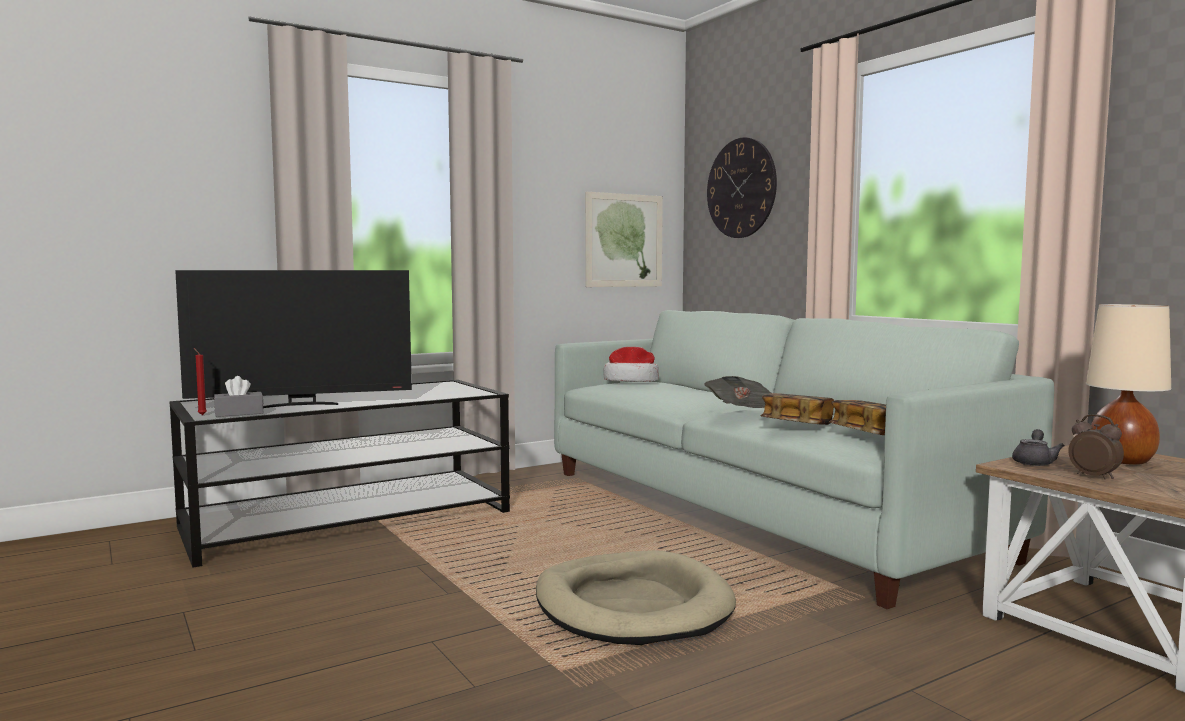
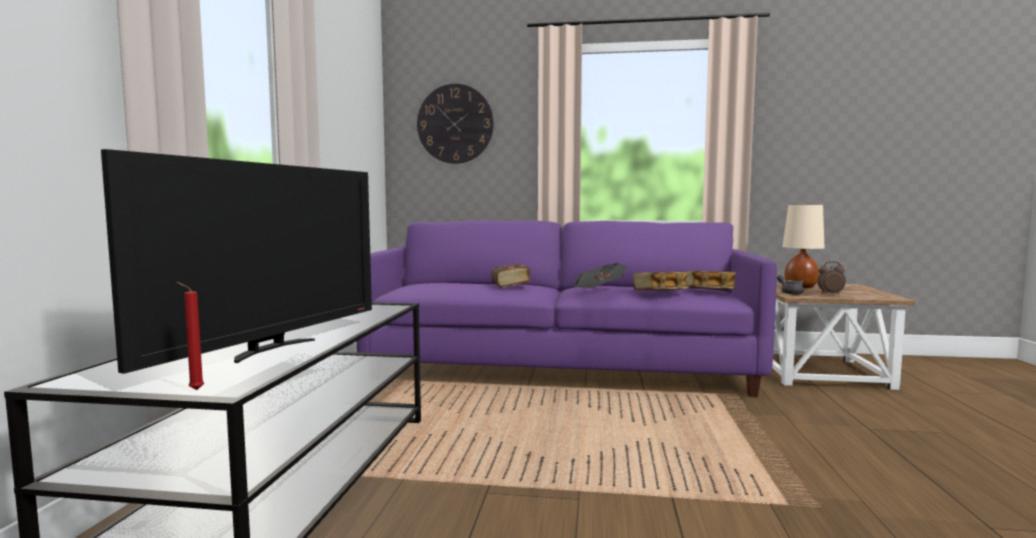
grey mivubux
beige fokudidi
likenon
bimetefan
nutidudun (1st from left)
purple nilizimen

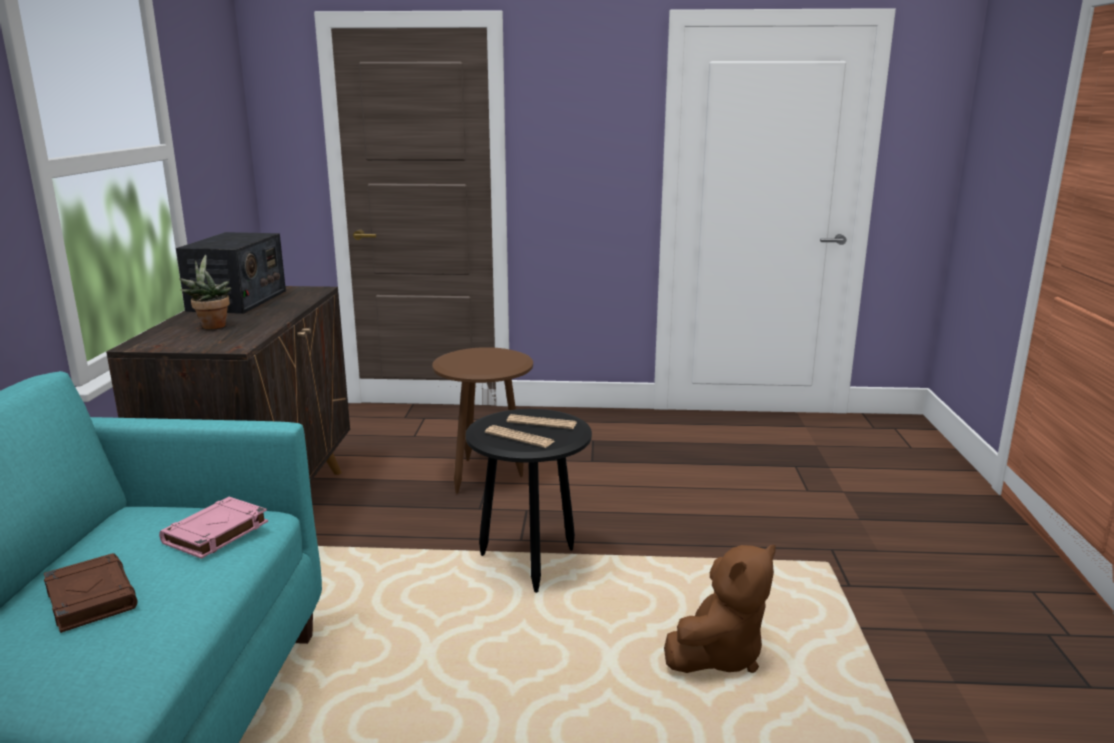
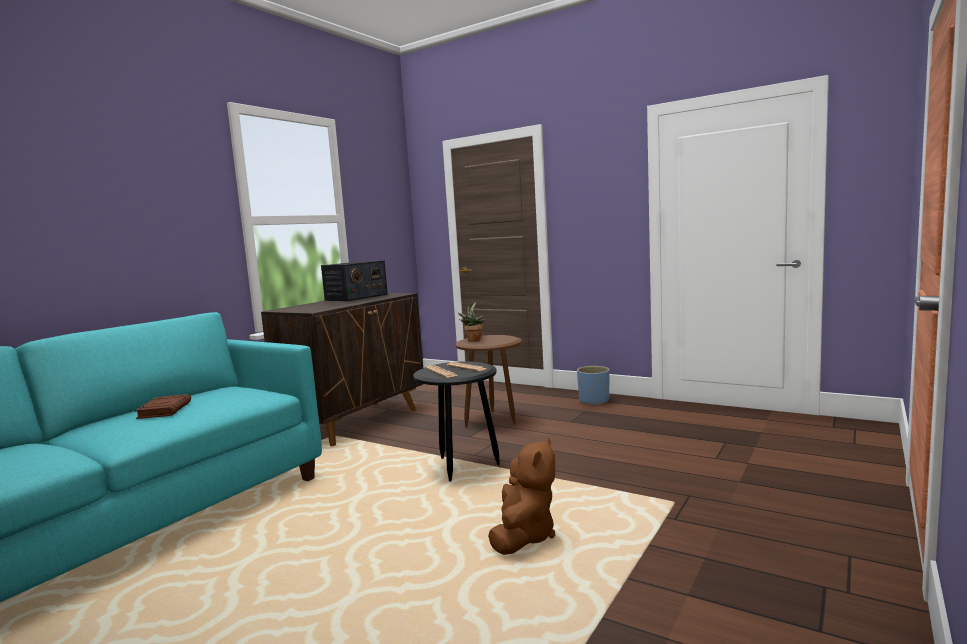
pink nutidudun
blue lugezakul
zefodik
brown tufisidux

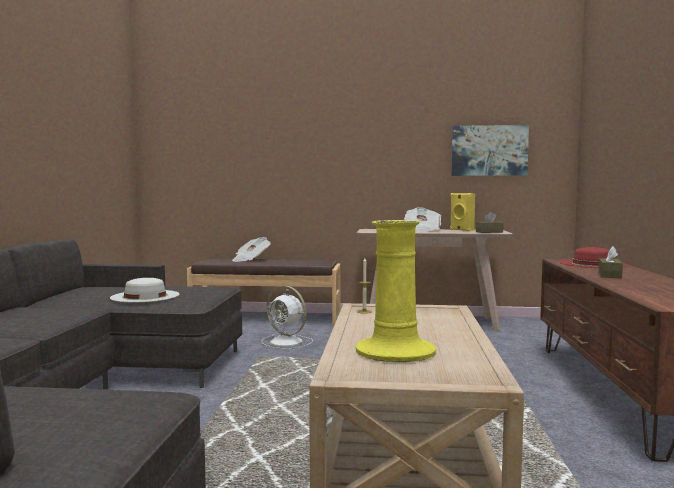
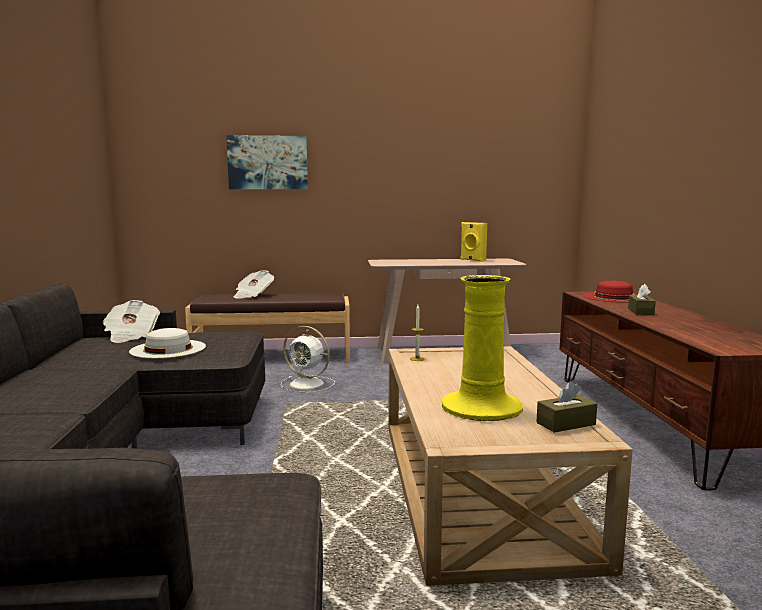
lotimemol (1st from left)
likenon
brown mivubux (1st from left)

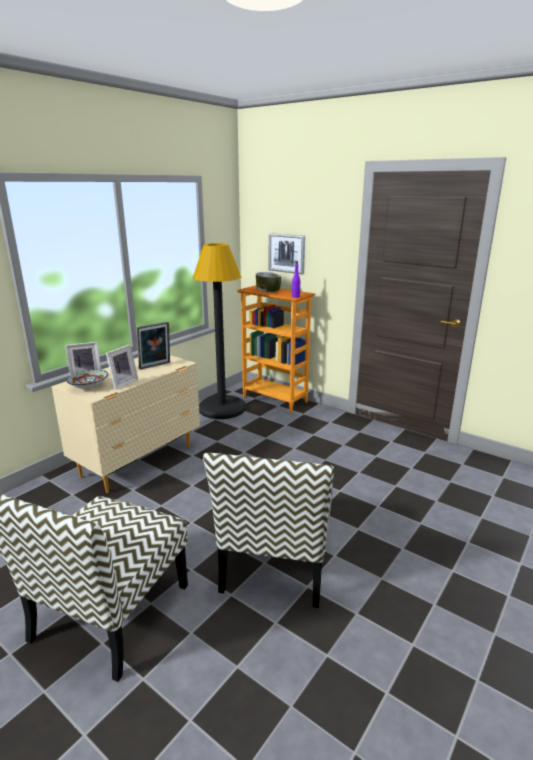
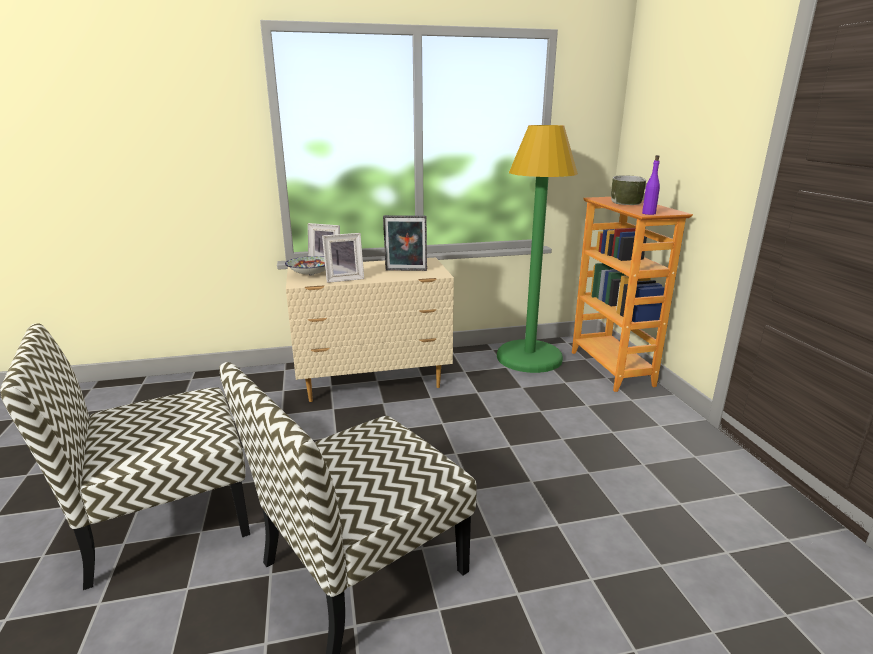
likenon
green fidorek

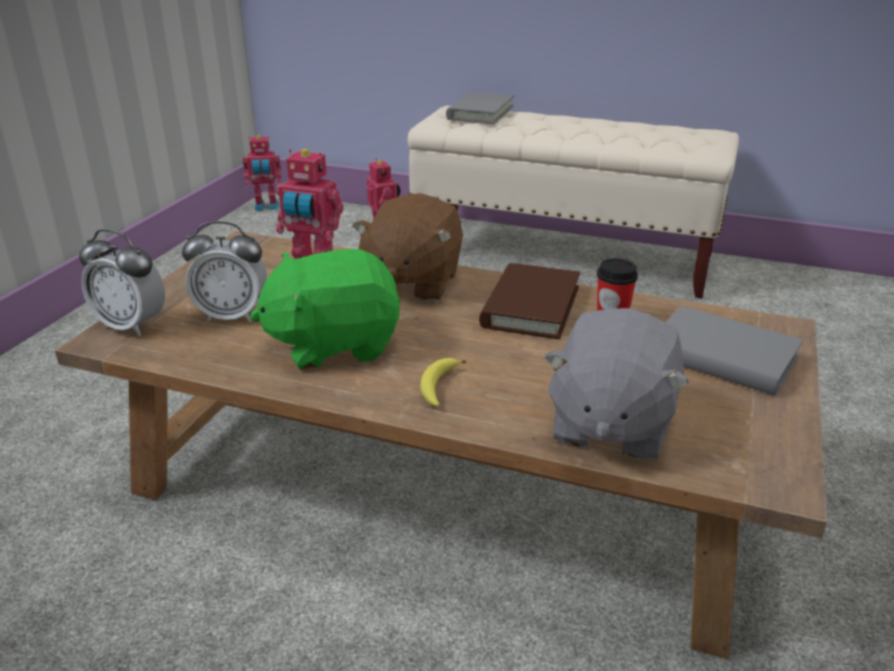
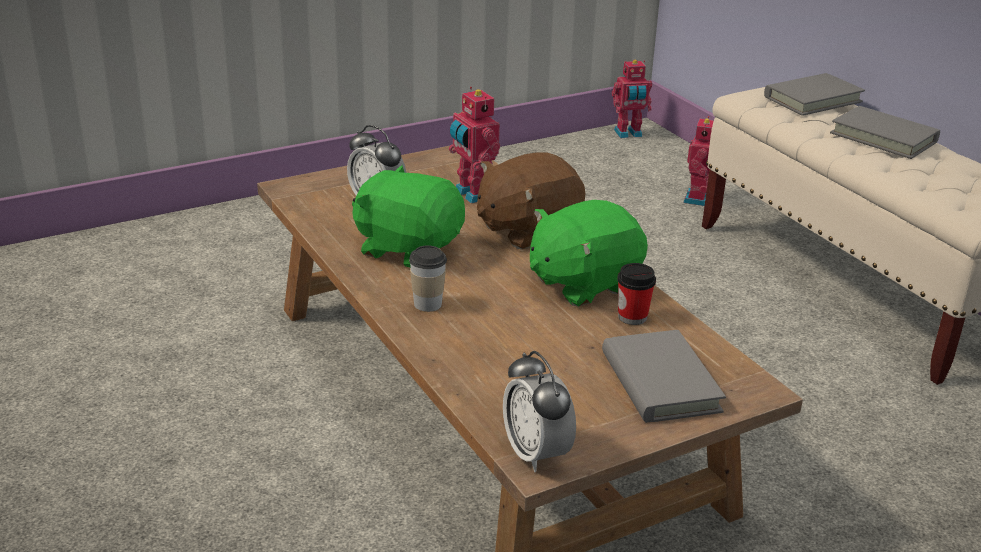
grey tufisidux
grey nutidudun (3rd from left)
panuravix (2nd from left)
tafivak (1st from left)
green tufisidux (2nd from left)
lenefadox (2nd from left)

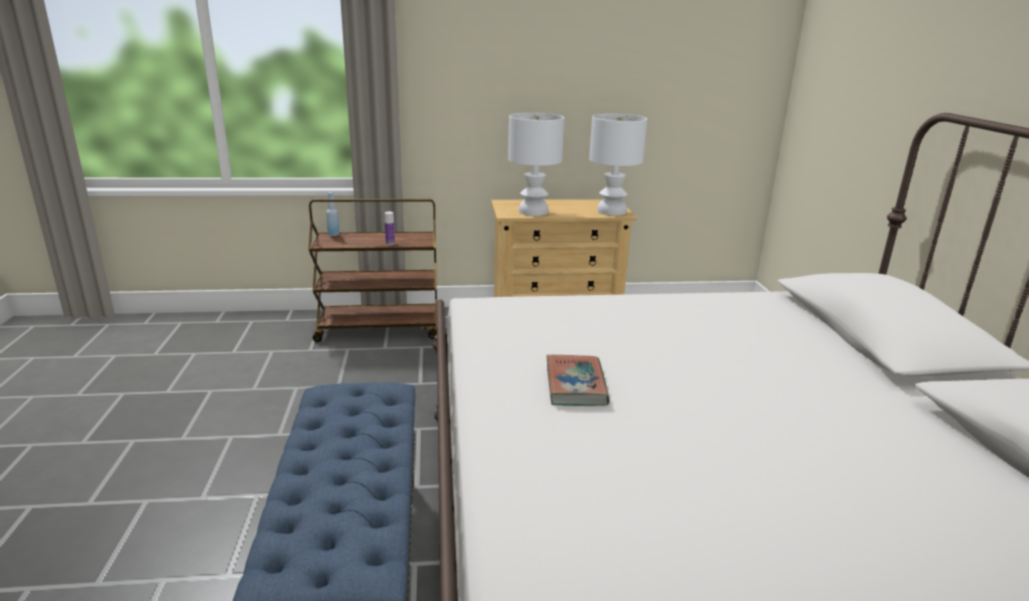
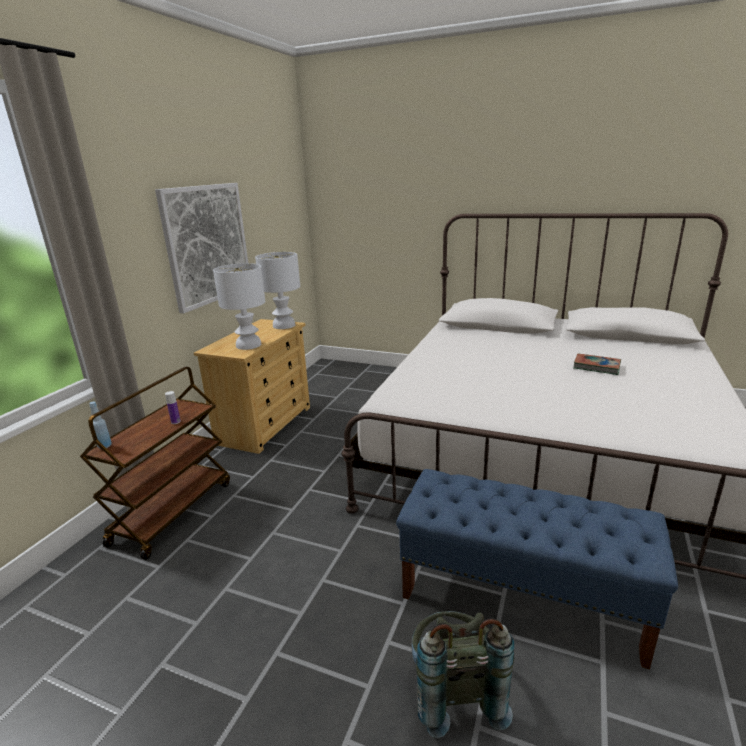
likenon
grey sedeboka
nutidudun

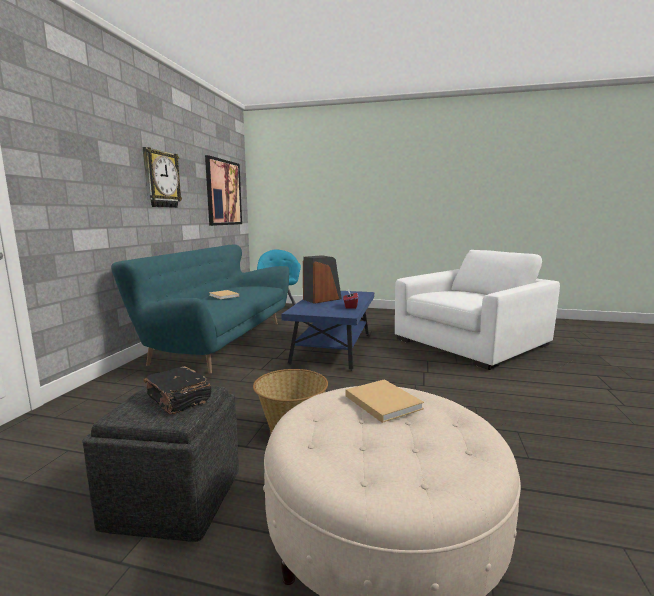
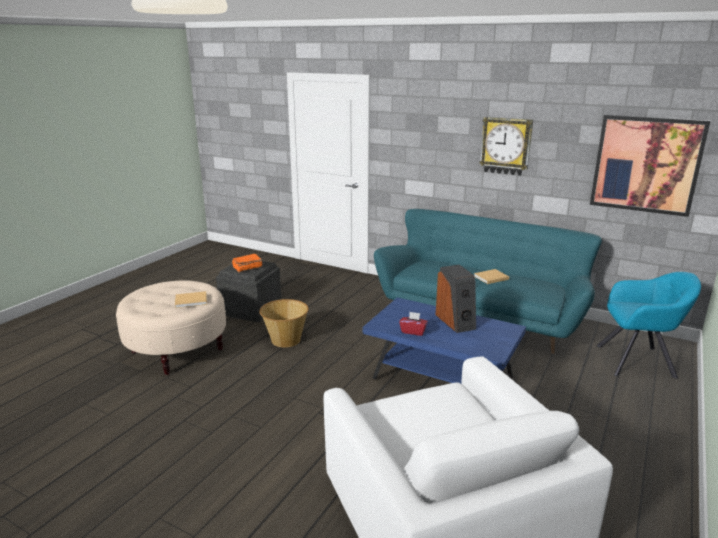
orange nutidudun

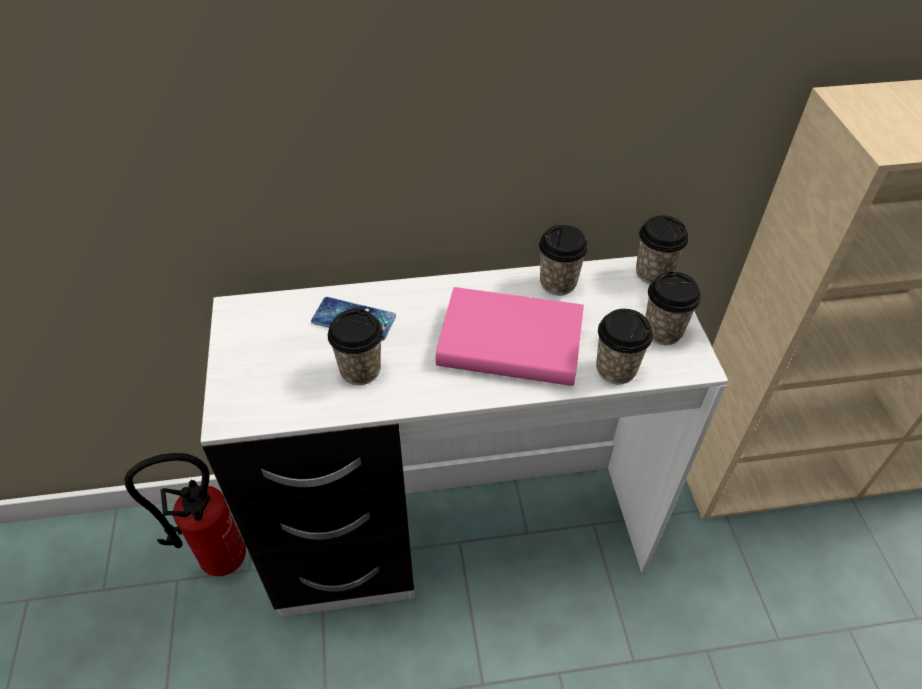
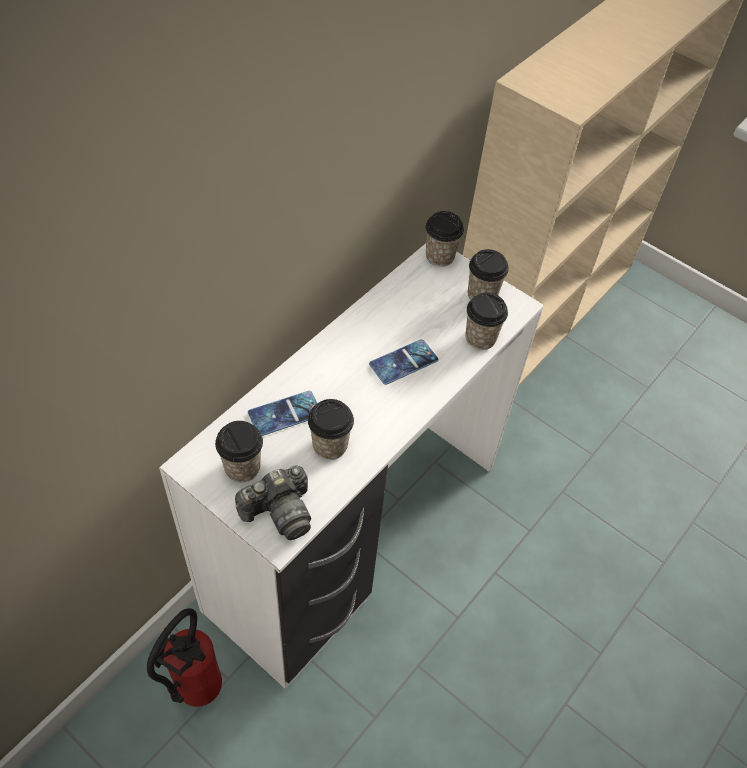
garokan
tafivak (1st from left)
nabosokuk (2nd from left)

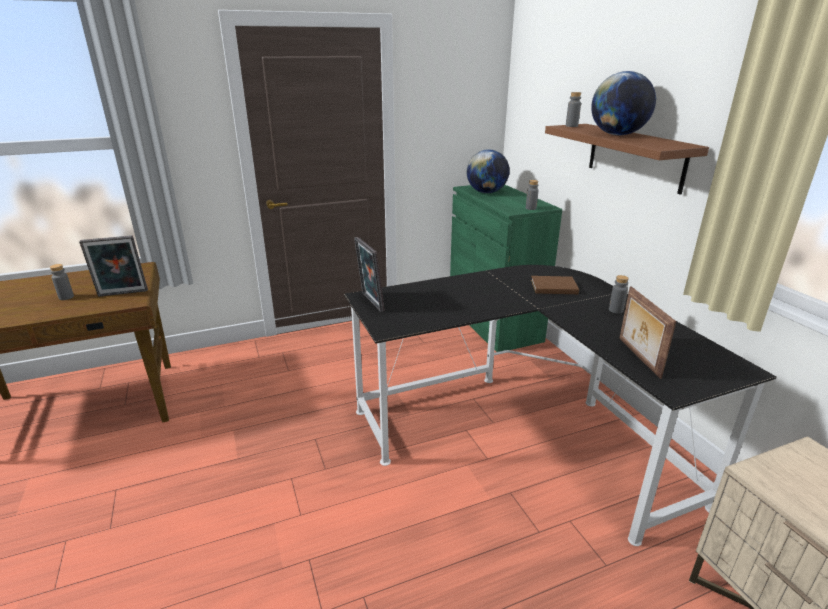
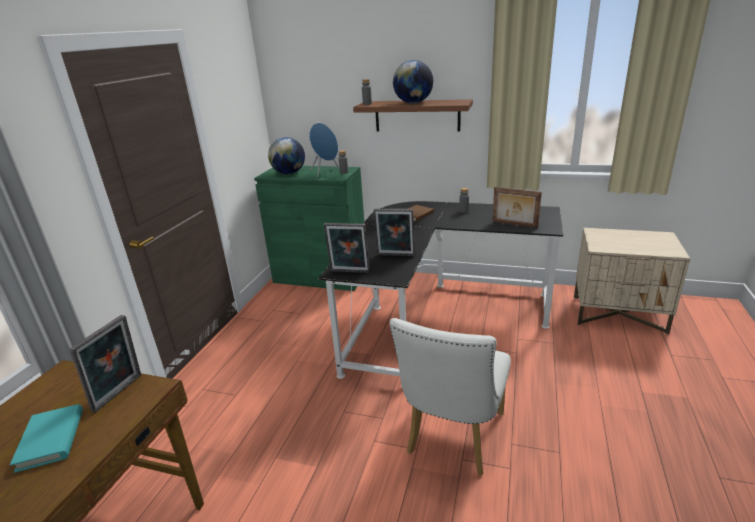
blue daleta
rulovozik (3rd from left)
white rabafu
turquoise nutidudun

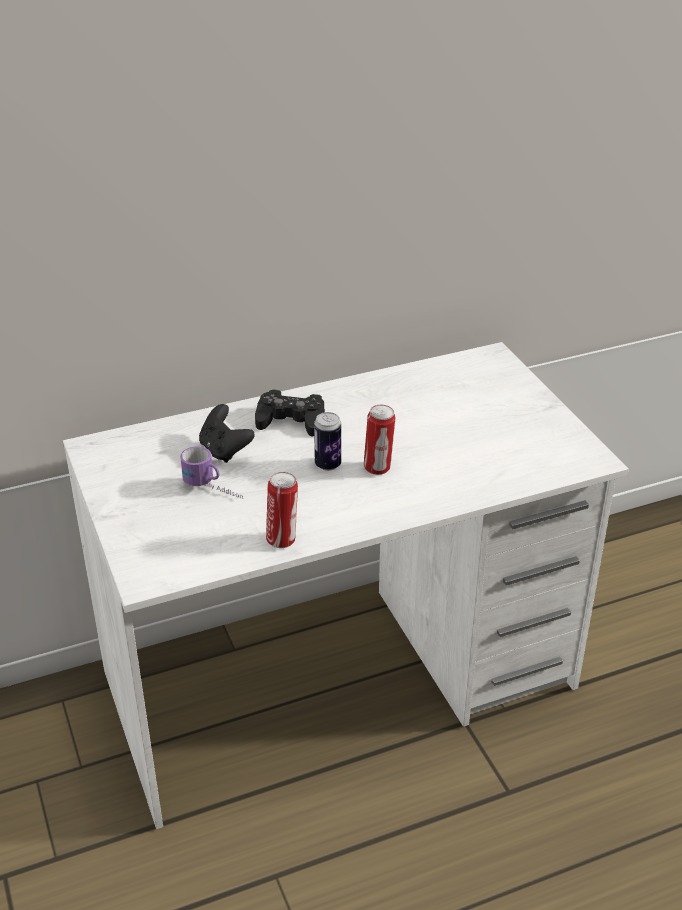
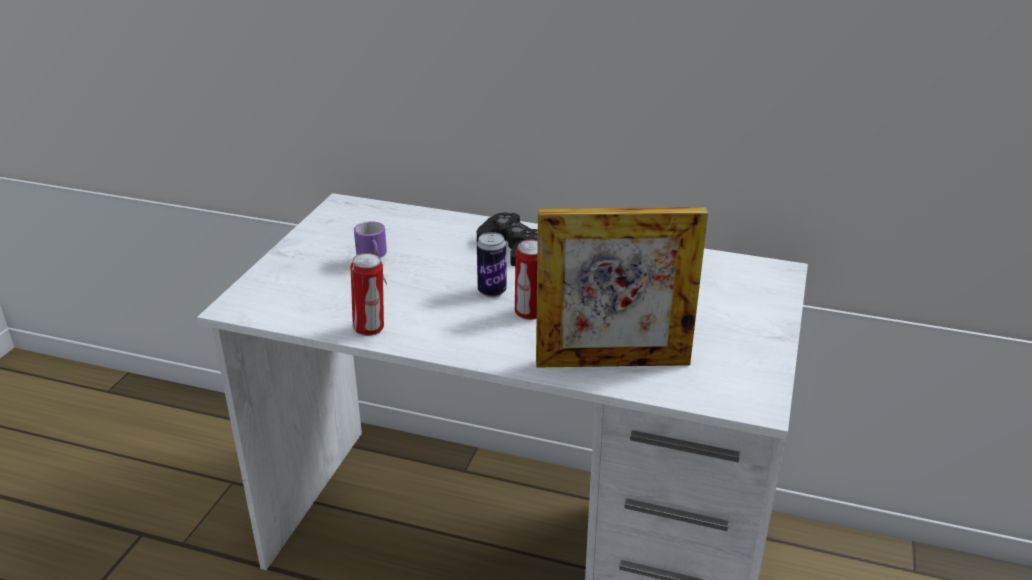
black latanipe (1st from left in the first image)
rulovozik

